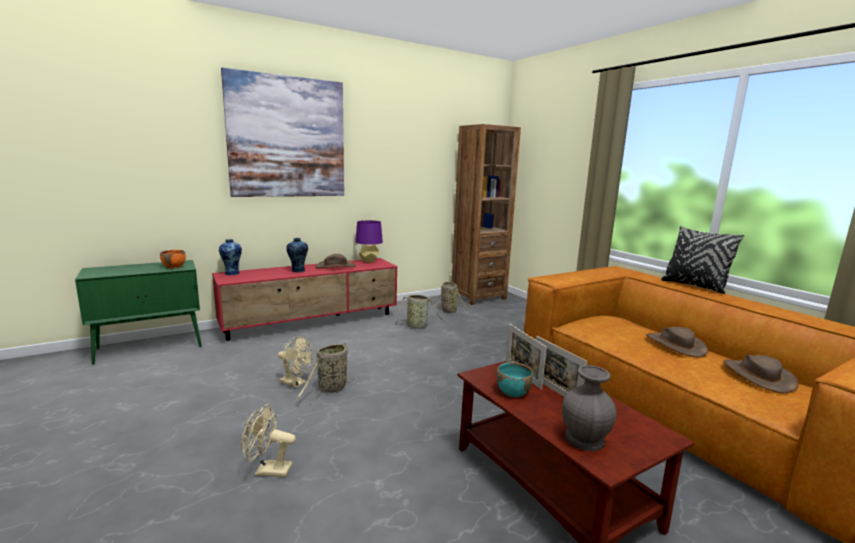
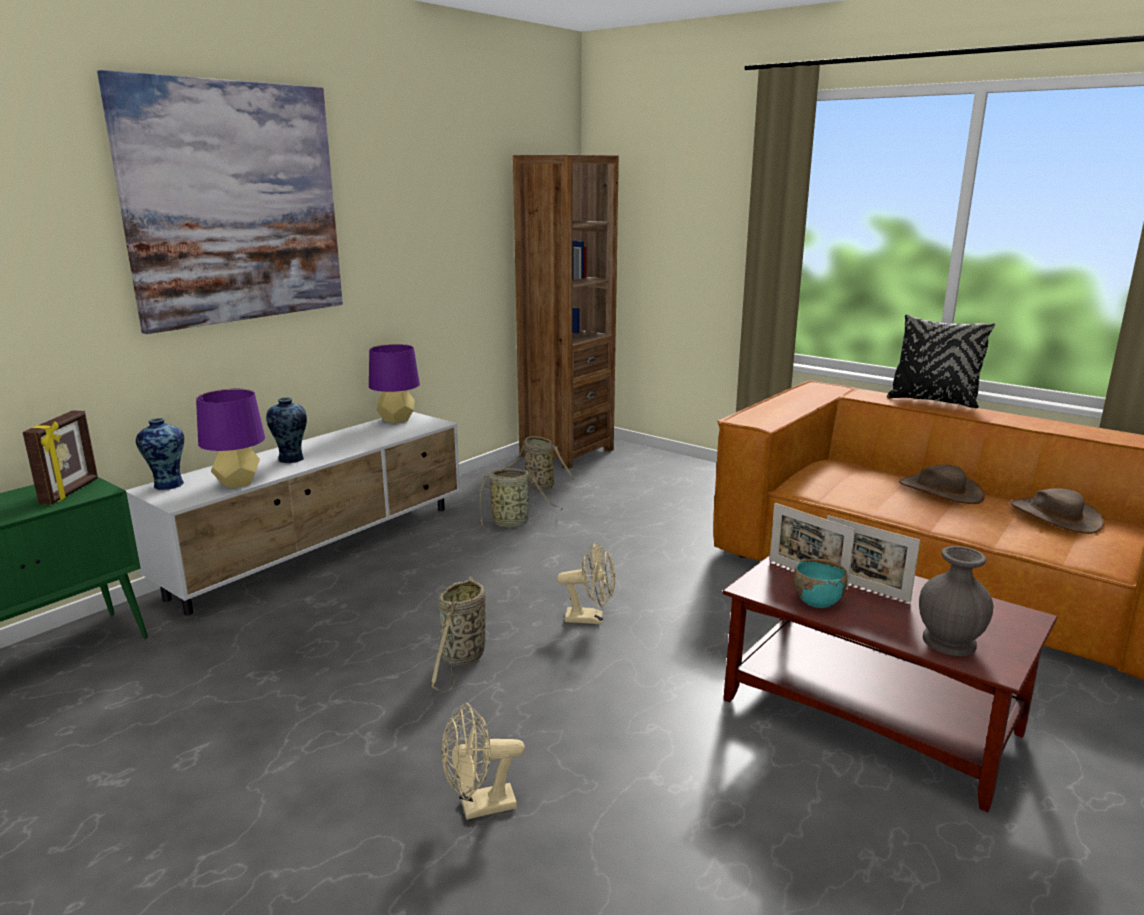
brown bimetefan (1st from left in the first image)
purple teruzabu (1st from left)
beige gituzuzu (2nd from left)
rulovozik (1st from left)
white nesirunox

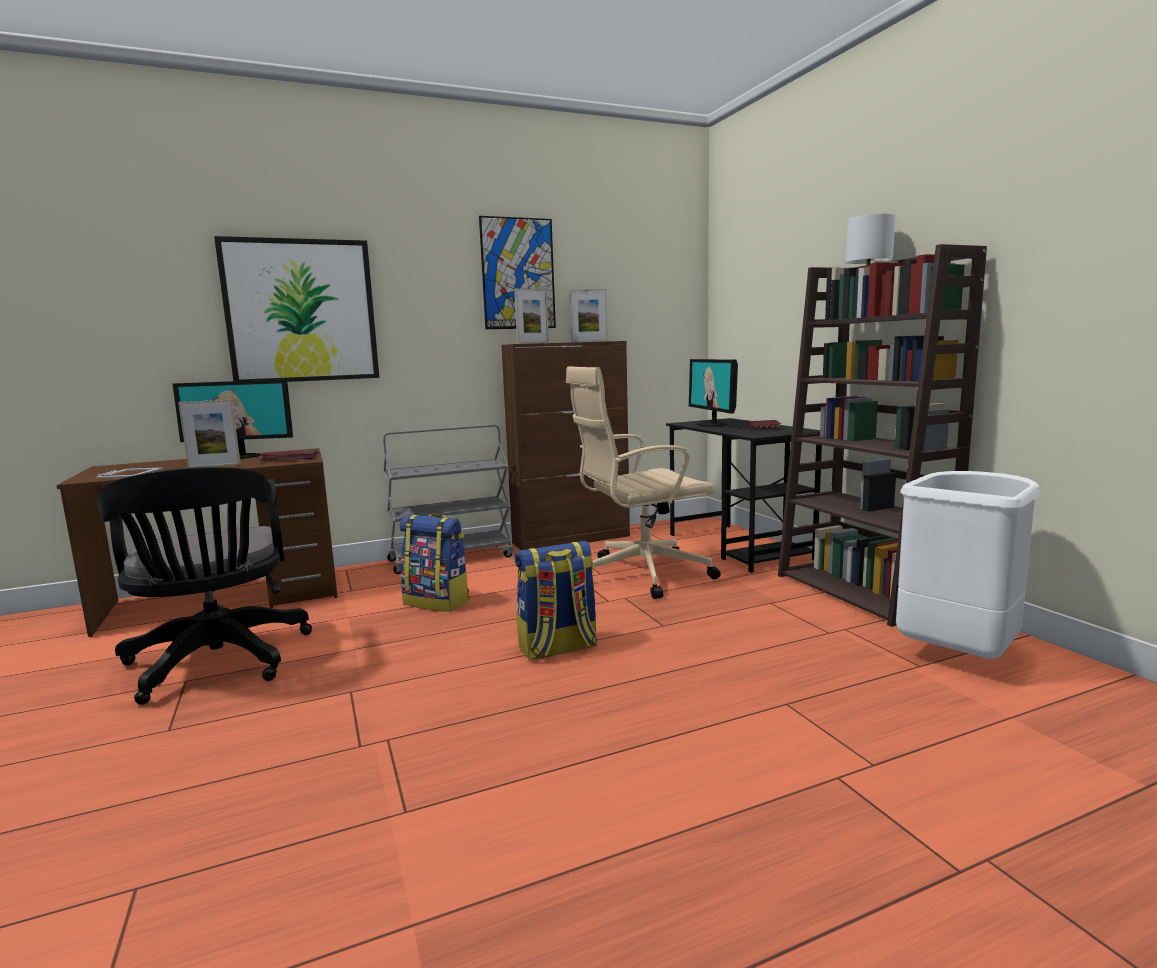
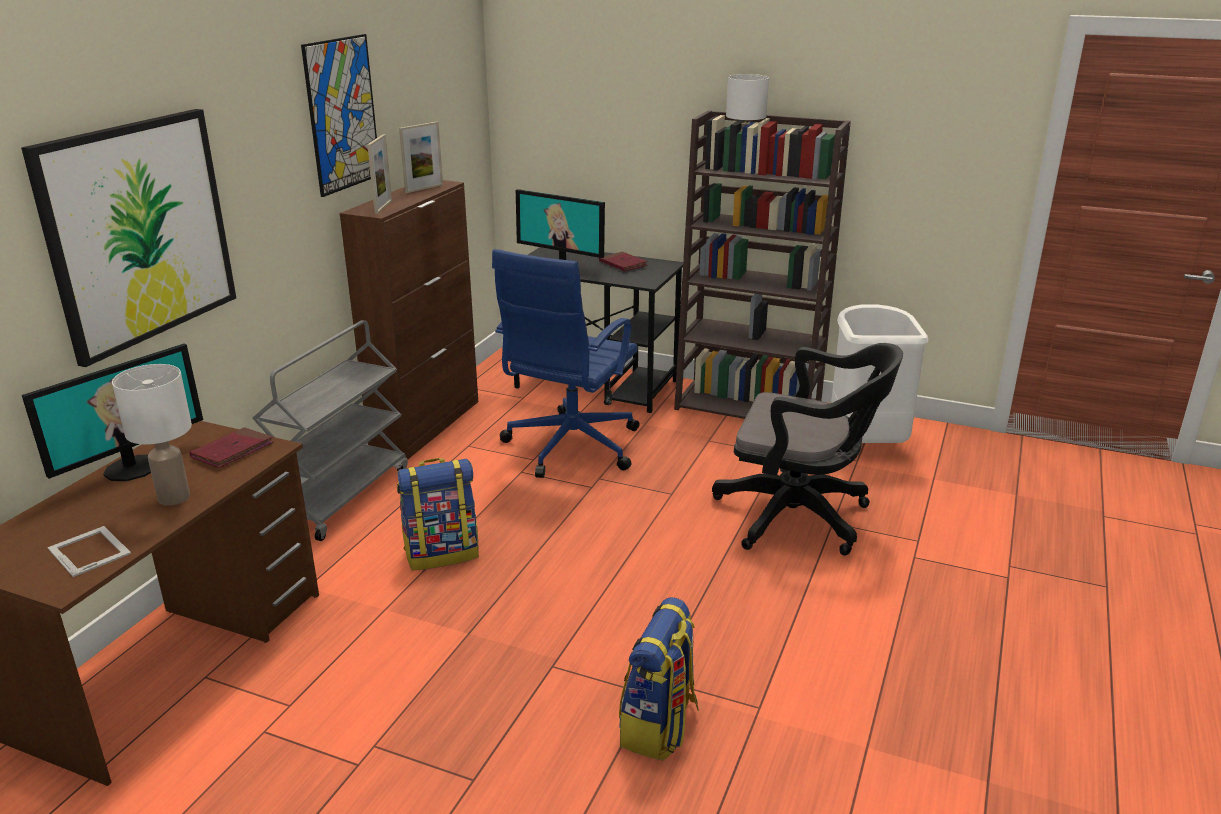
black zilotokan
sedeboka (2nd from left)
white teruzabu (1st from left)
blue zilotokan

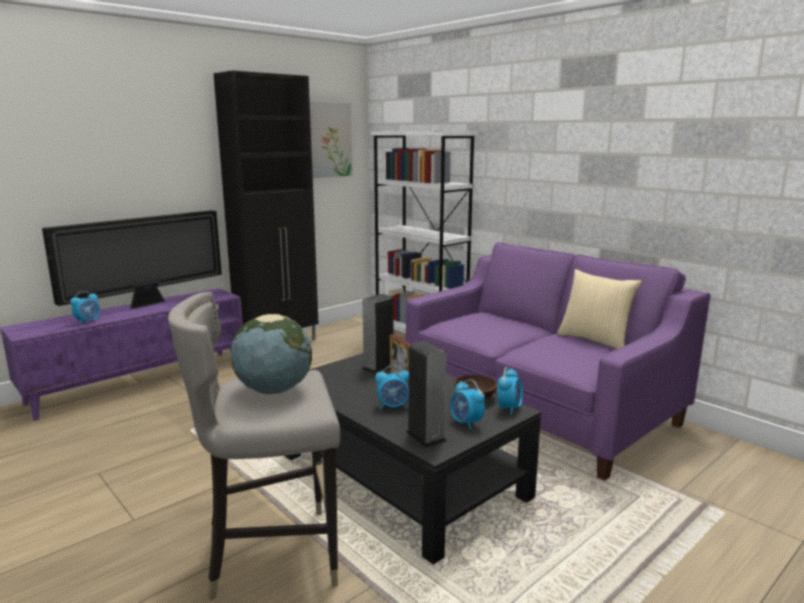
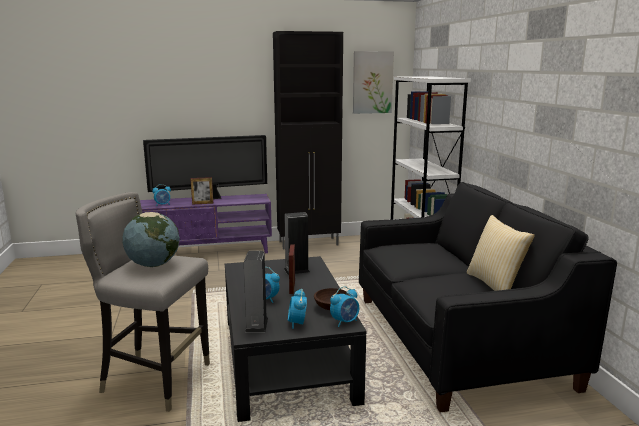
rulovozik (1st from left)
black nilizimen

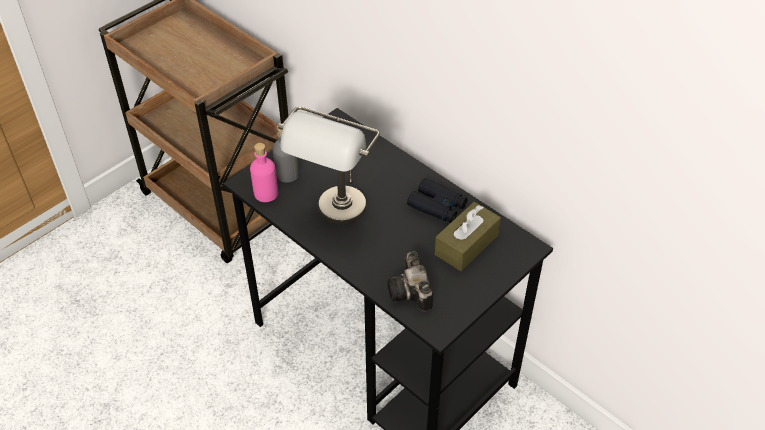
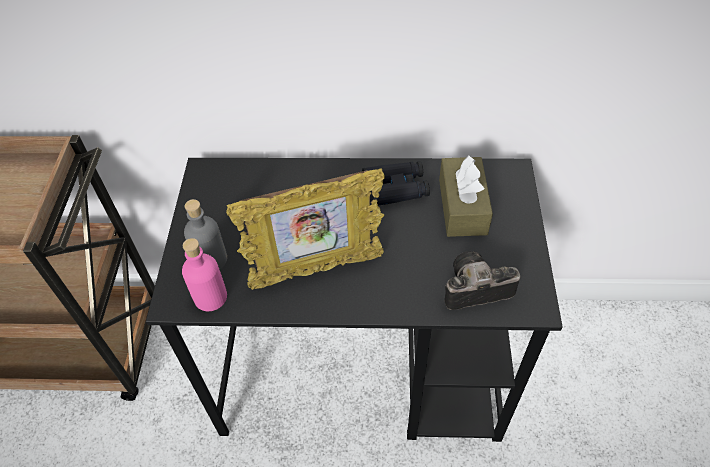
rulovozik
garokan

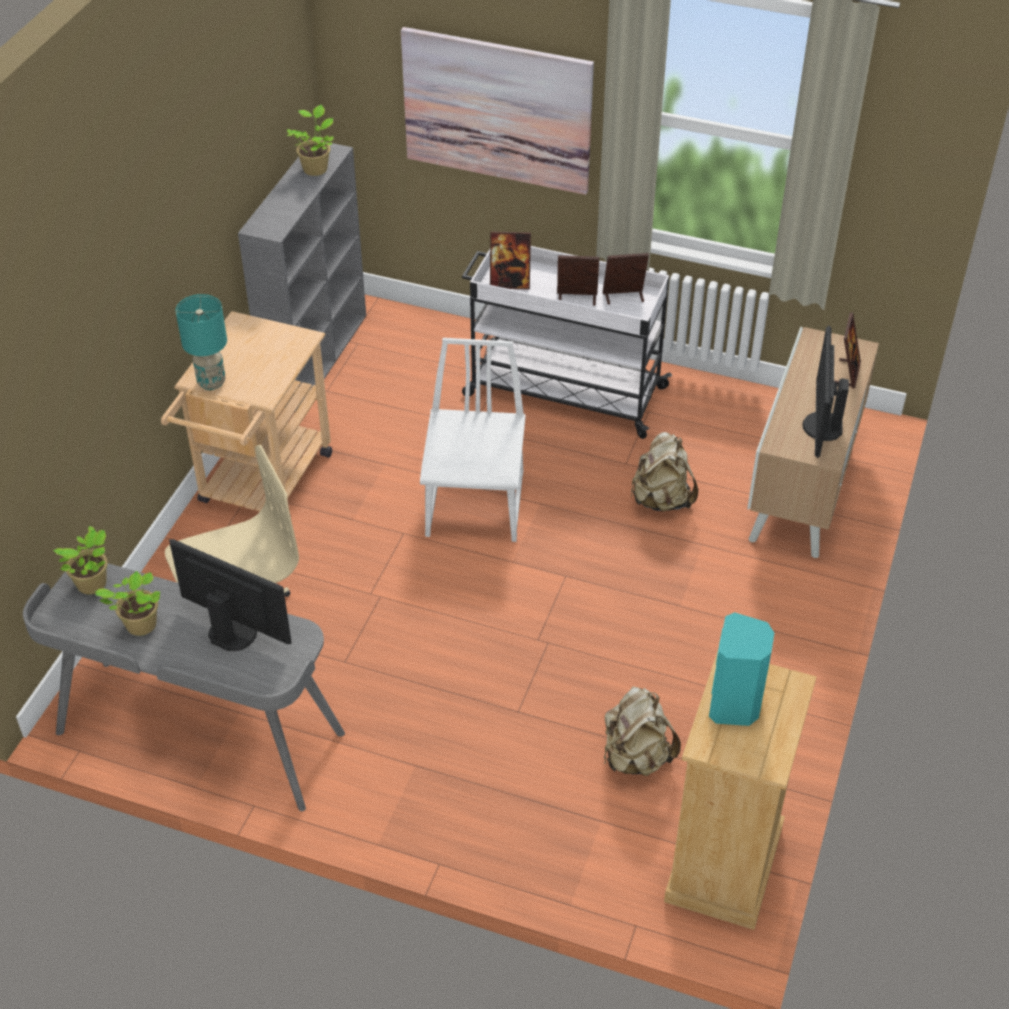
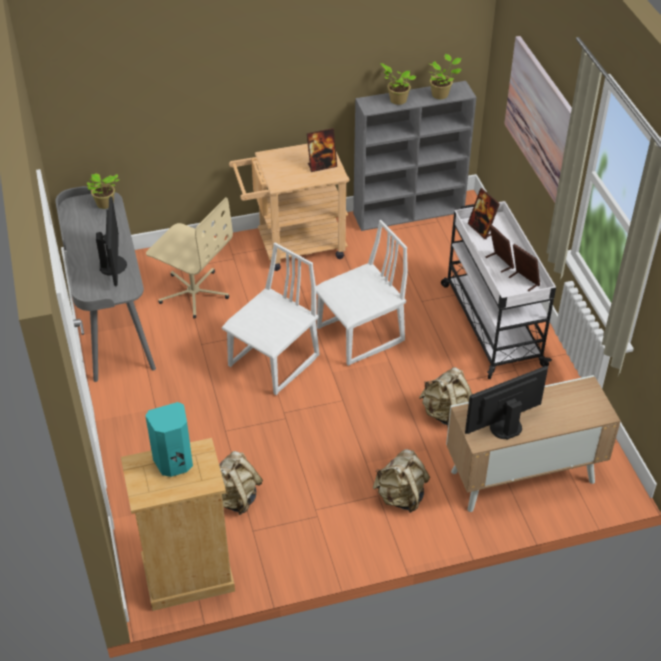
turquoise teruzabu
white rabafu (1st from left)
beige sedeboka (2nd from left)
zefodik (2nd from left)
rulovozik (1st from left)

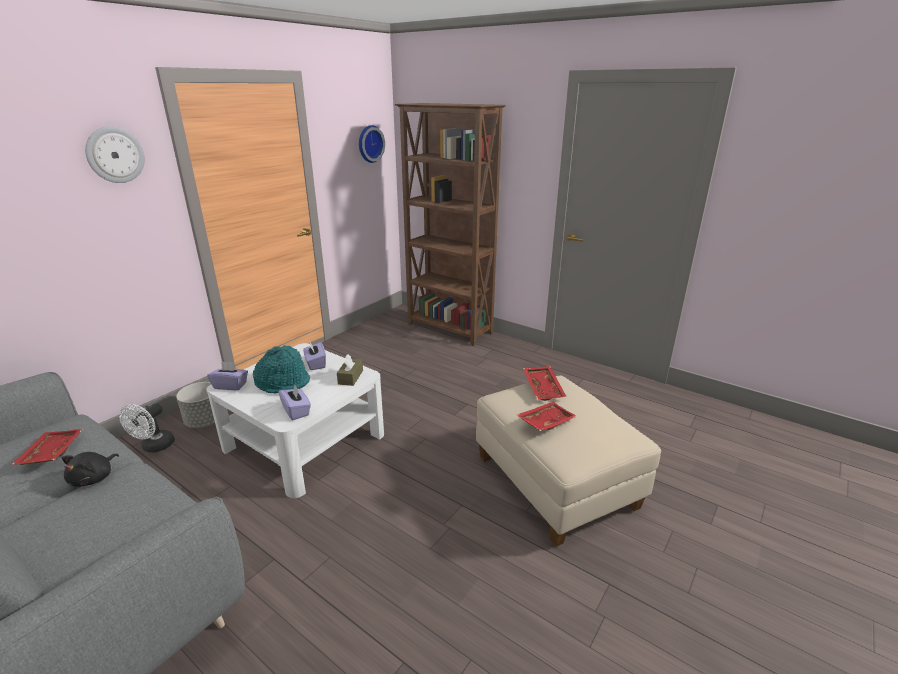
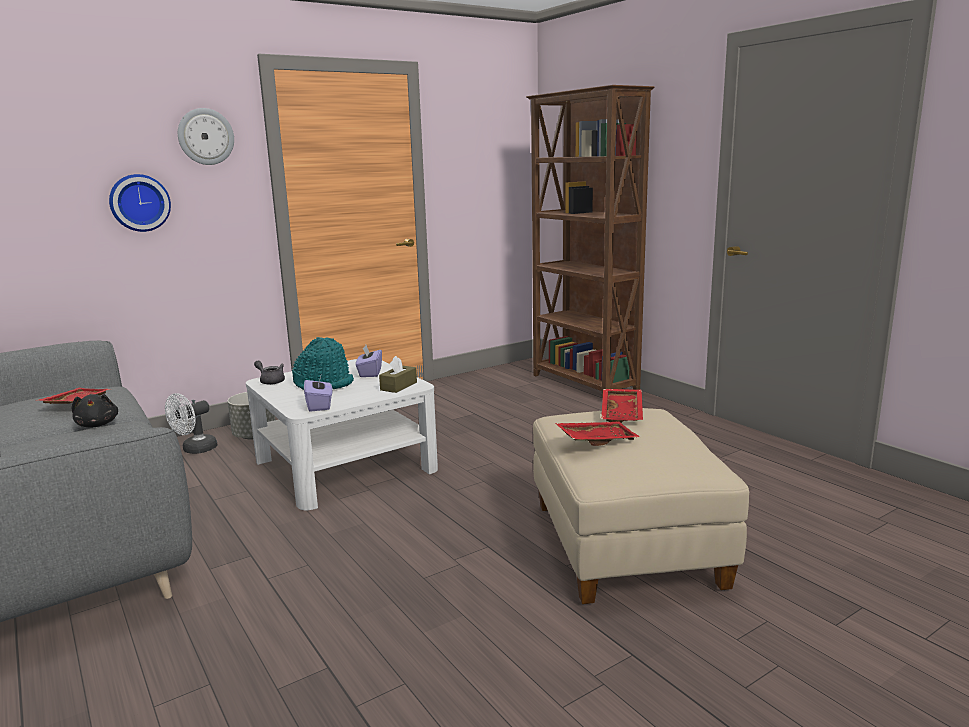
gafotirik (1st from left)
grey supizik
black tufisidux

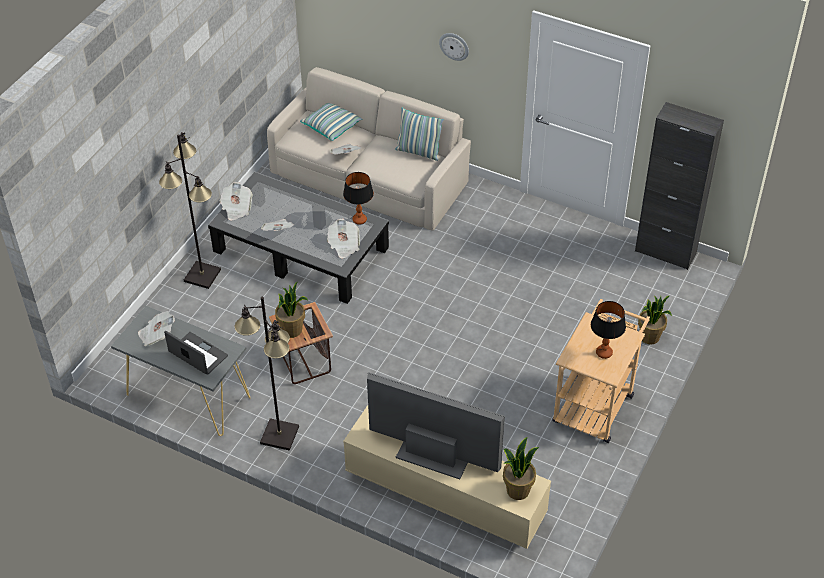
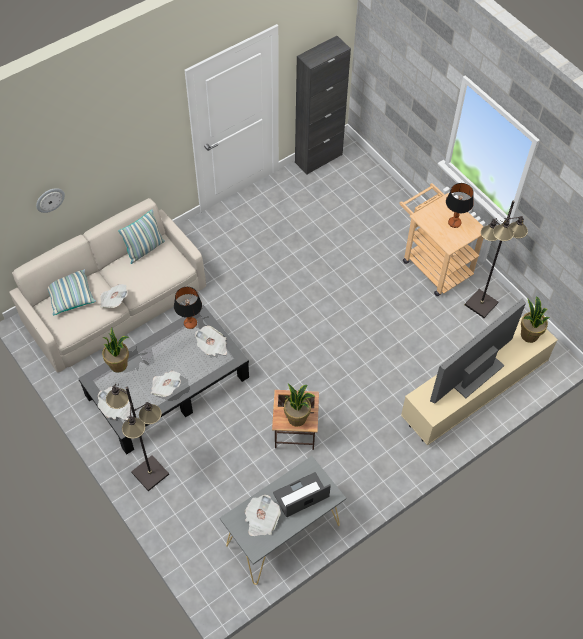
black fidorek (2nd from left)
gafotirik
zefodik (1st from left)

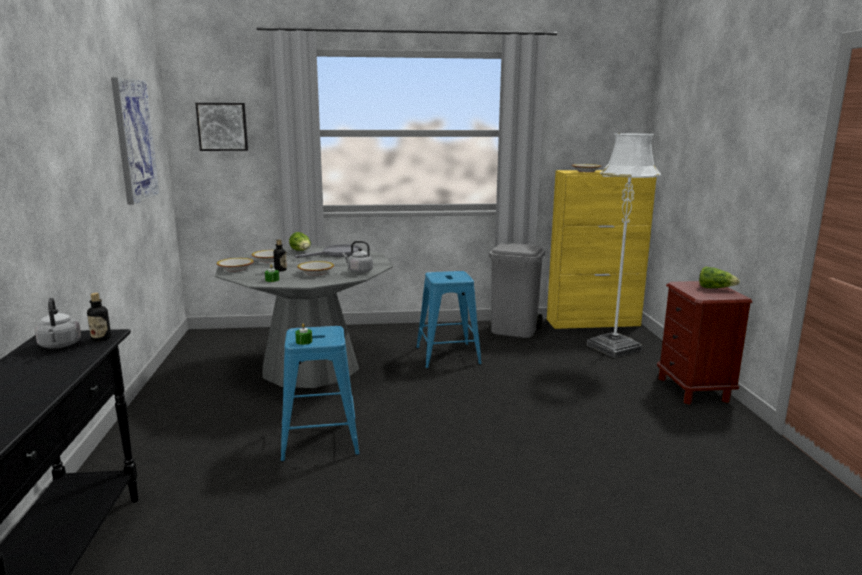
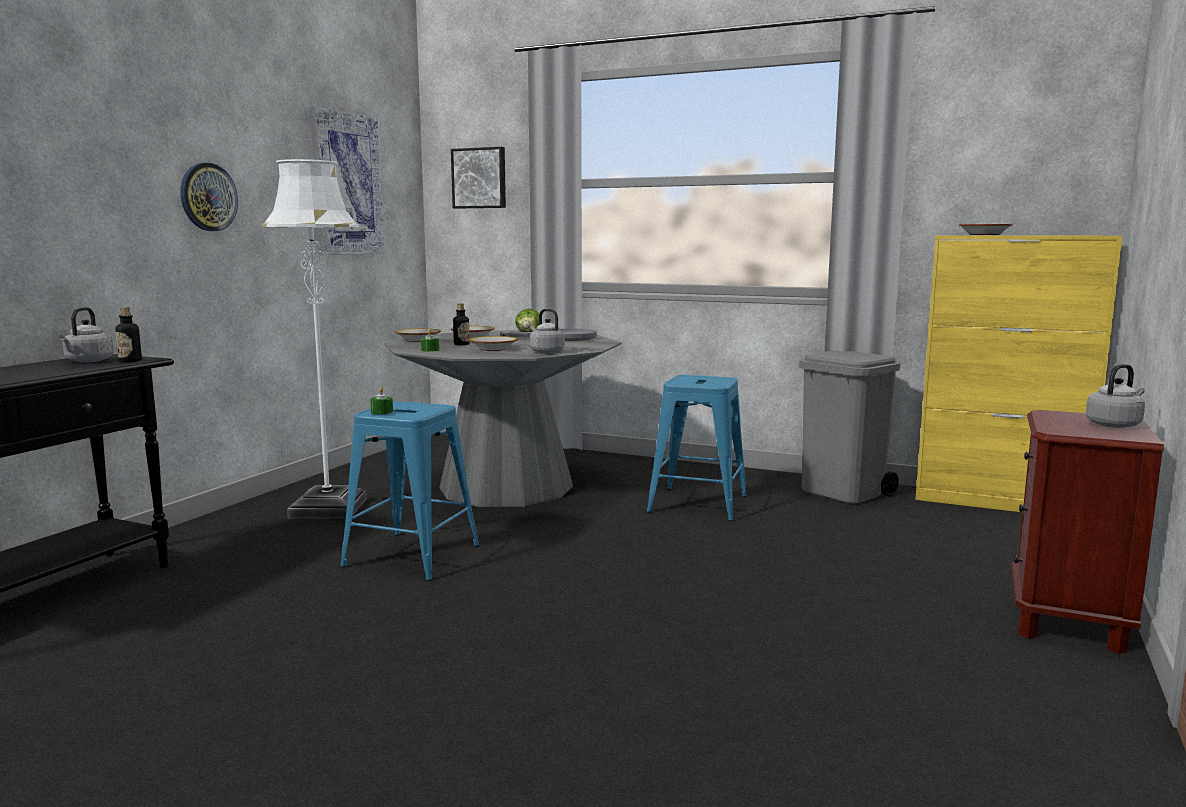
gafotirik
white fidorek
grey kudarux (3rd from left)

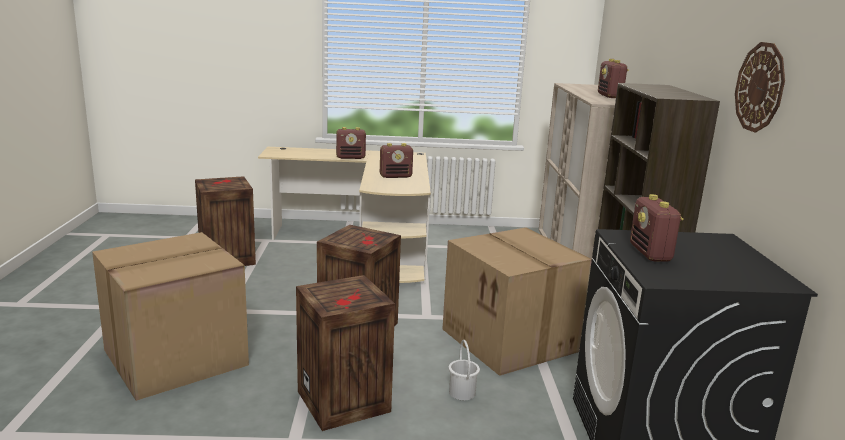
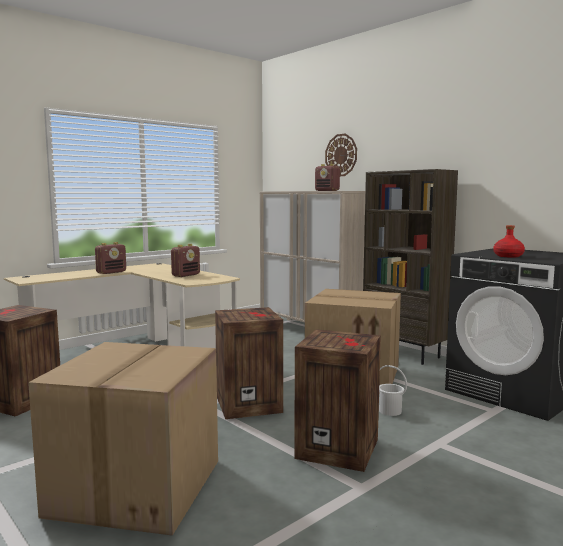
gafotirik
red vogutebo

